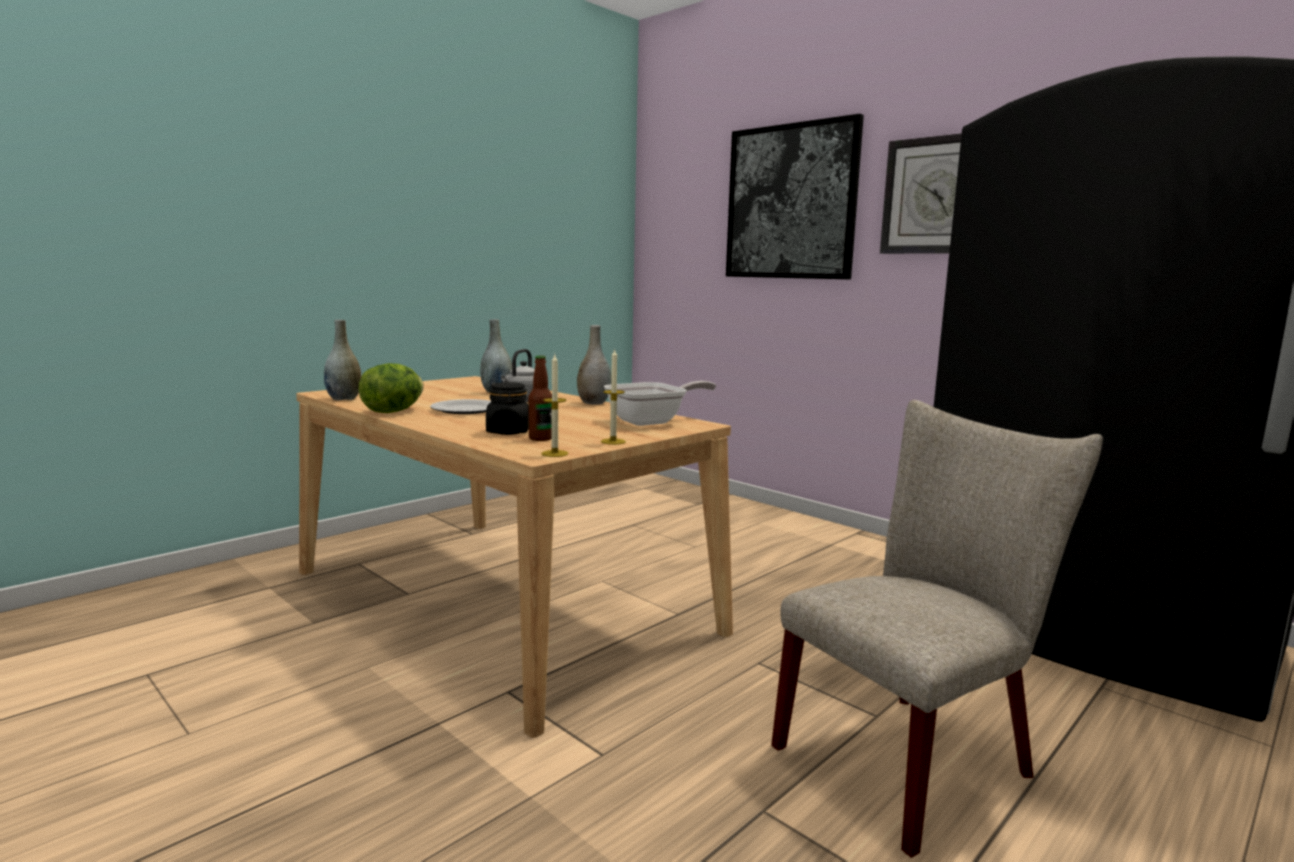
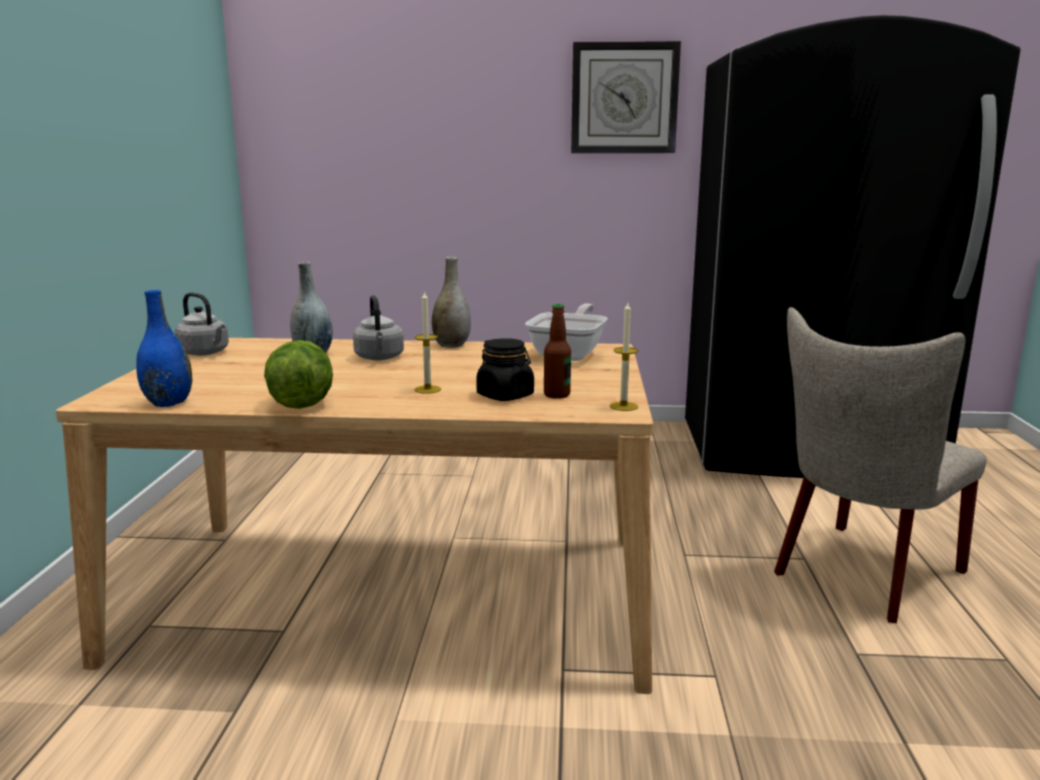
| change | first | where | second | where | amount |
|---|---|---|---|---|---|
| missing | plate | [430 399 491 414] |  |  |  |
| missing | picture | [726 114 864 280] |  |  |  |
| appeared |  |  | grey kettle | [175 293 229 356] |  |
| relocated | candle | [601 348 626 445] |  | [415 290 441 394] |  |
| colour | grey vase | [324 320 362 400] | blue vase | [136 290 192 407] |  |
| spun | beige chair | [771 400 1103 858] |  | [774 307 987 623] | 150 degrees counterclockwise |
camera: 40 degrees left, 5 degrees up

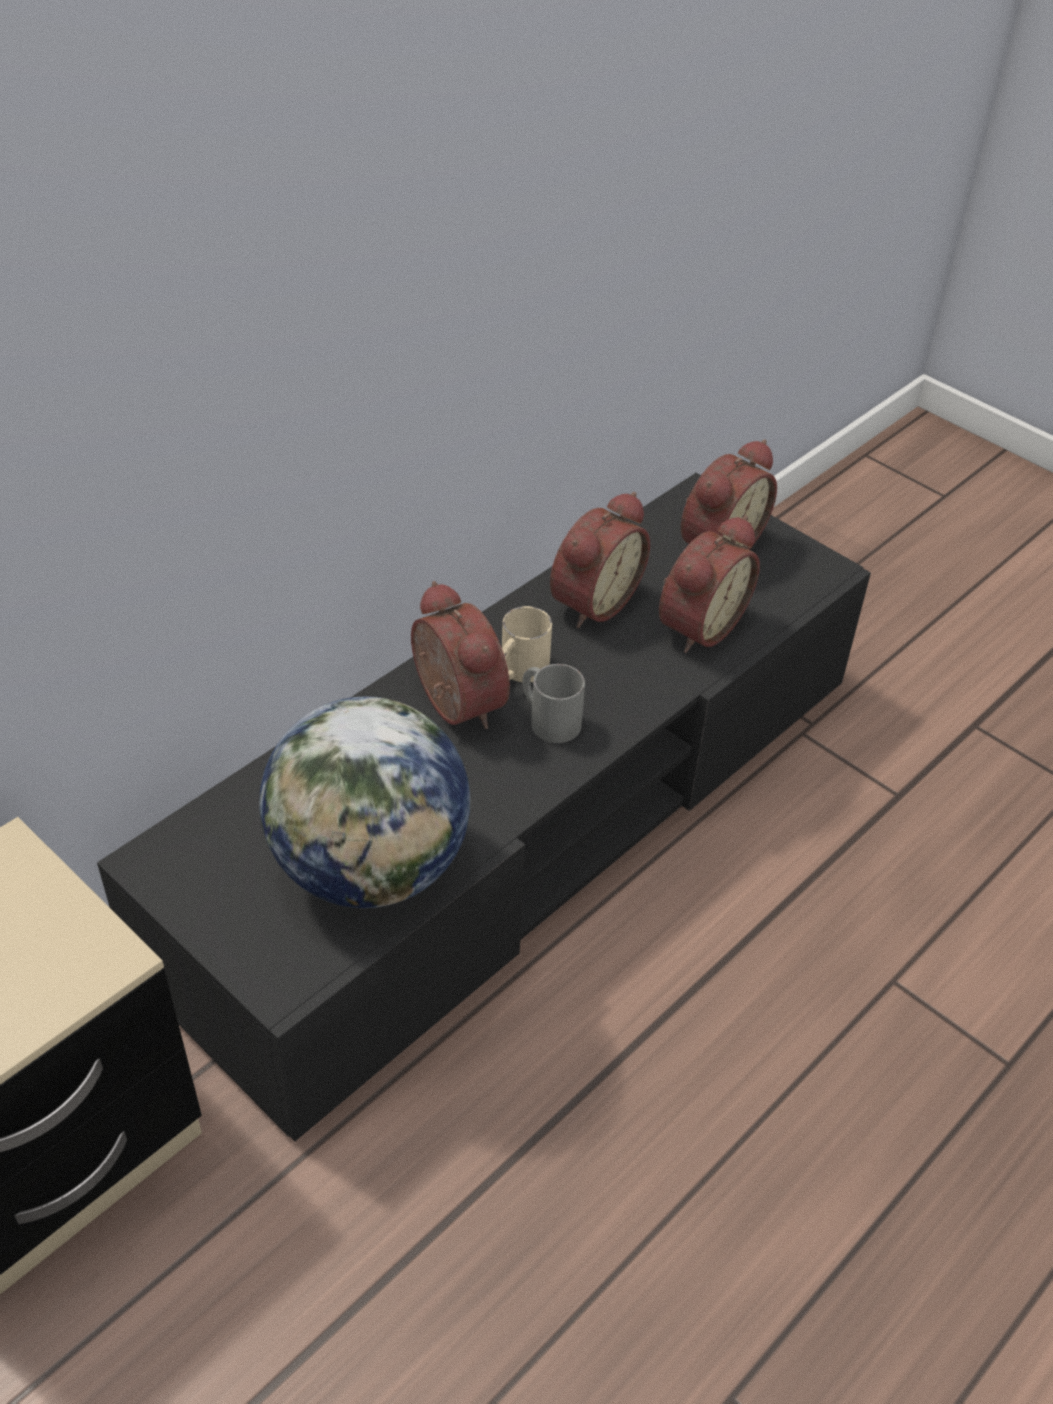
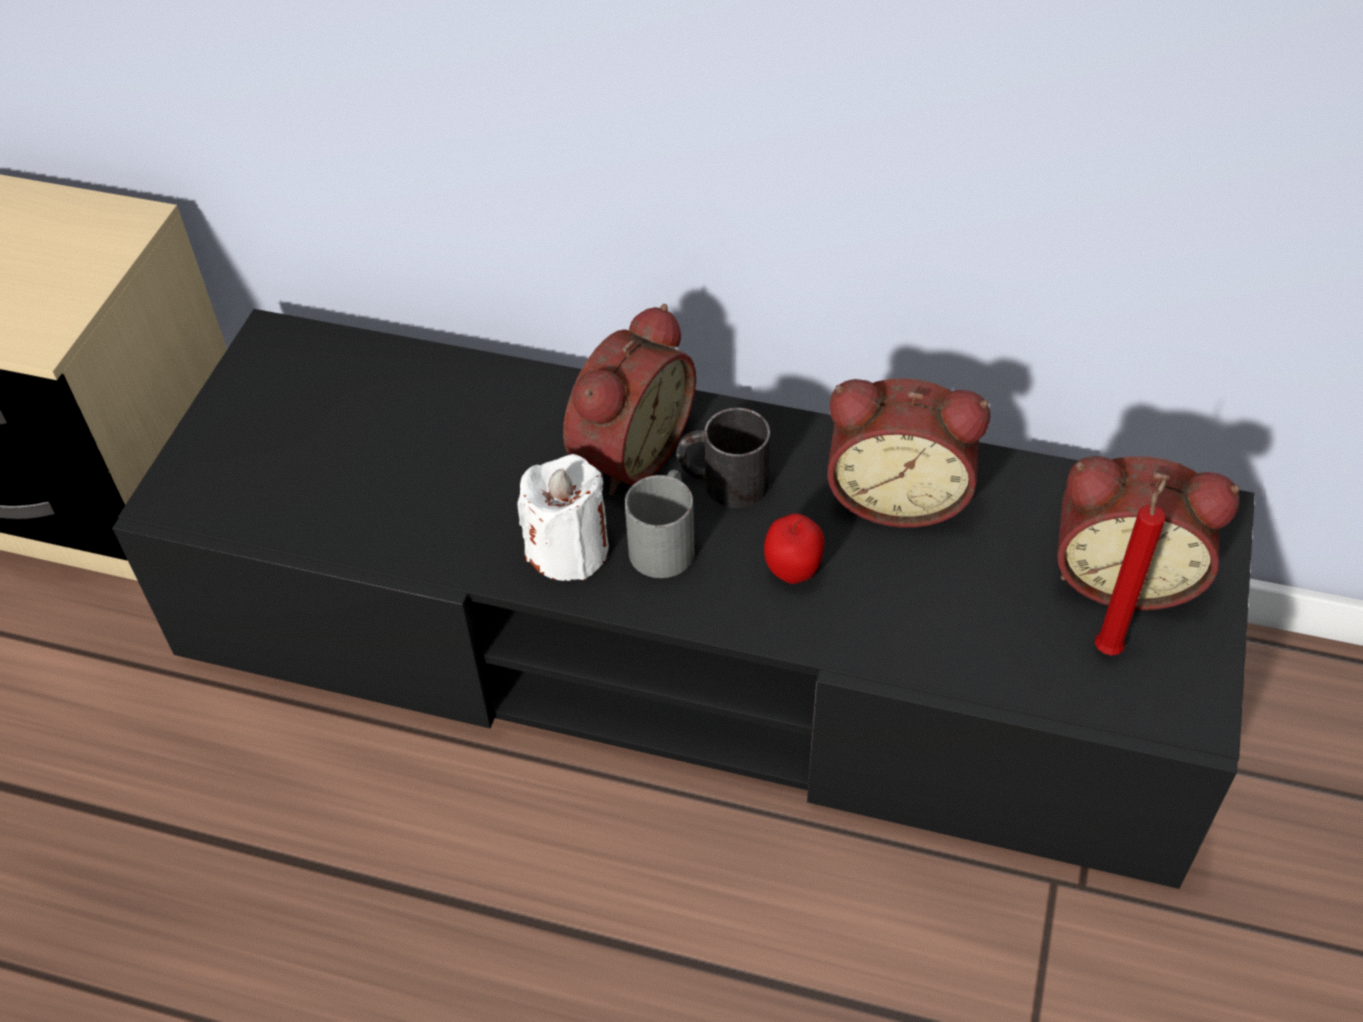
| change | first | where | second | where | amount |
|---|---|---|---|---|---|
| missing | globe | [259 696 471 908] |  |  |  |
| missing | alarm clock | [659 515 760 653] |  |  |  |
| appeared |  |  | white candle | [517 454 609 581] |  |
| appeared |  |  | apple | [764 513 824 584] |  |
| appeared |  |  | red candle | [1095 478 1167 655] |  |
| colour | beige mug | [502 606 552 682] | black mug | [676 408 771 508] |  |
camera: 65 degrees right, 5 degrees up

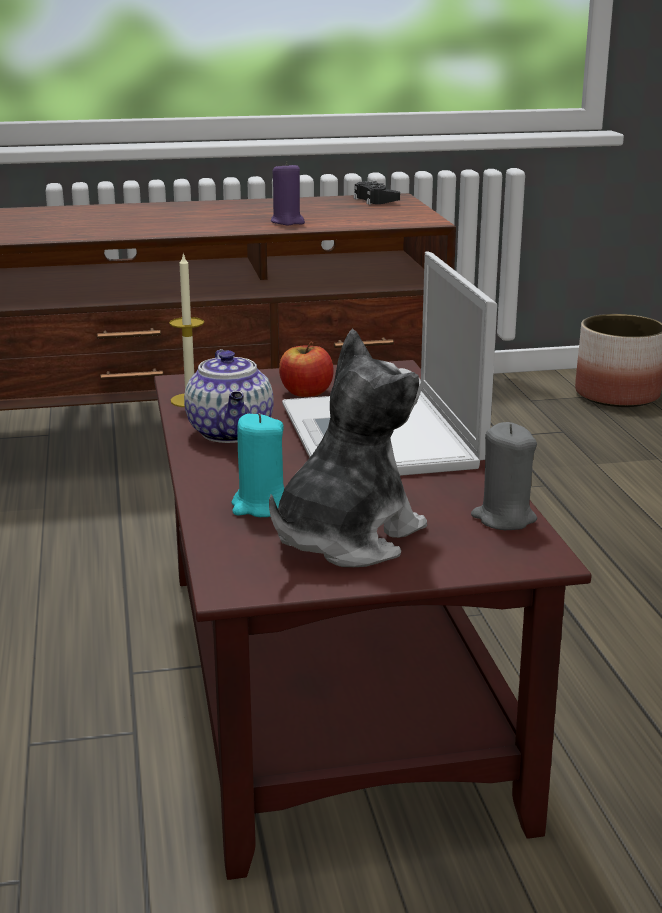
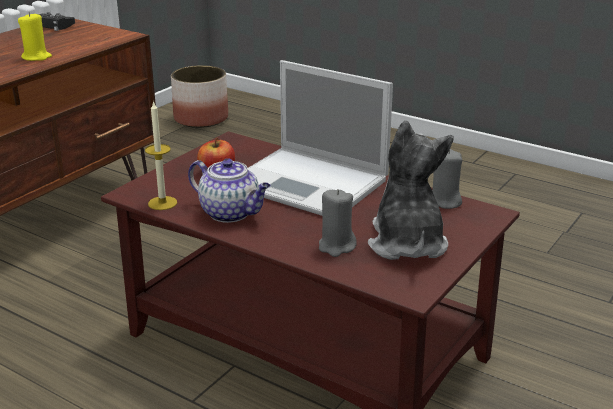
| change | first | where | second | where | amount |
|---|---|---|---|---|---|
| colour | turquoise candle | [231 413 284 517] | grey candle | [319 189 357 257] |  |
| colour | purple candle | [271 161 305 225] | yellow candle | [18 12 52 61] |  |
camera: 45 degrees left, 5 degrees up

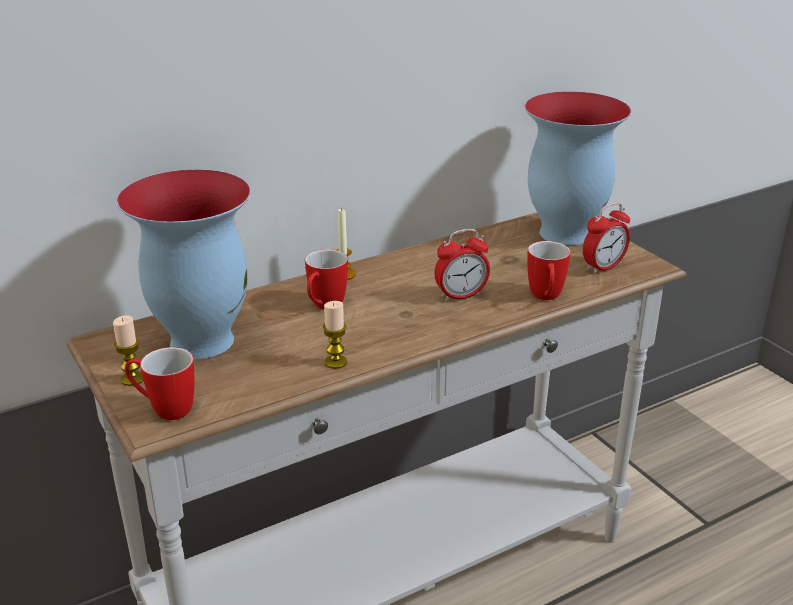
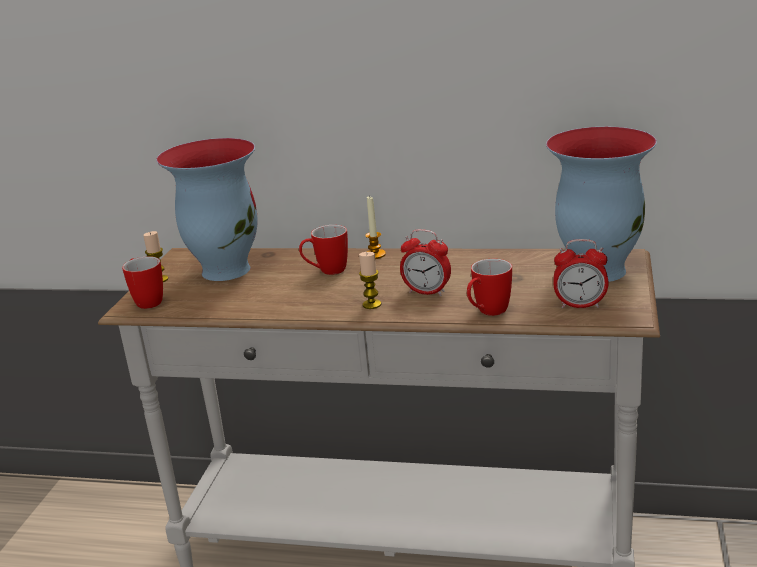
| change | first | where | second | where | amount |
|---|---|---|---|---|---|
| relocated | candle | [323 301 347 369] |  | [359 252 381 309] |  |
camera: 45 degrees right, 5 degrees down

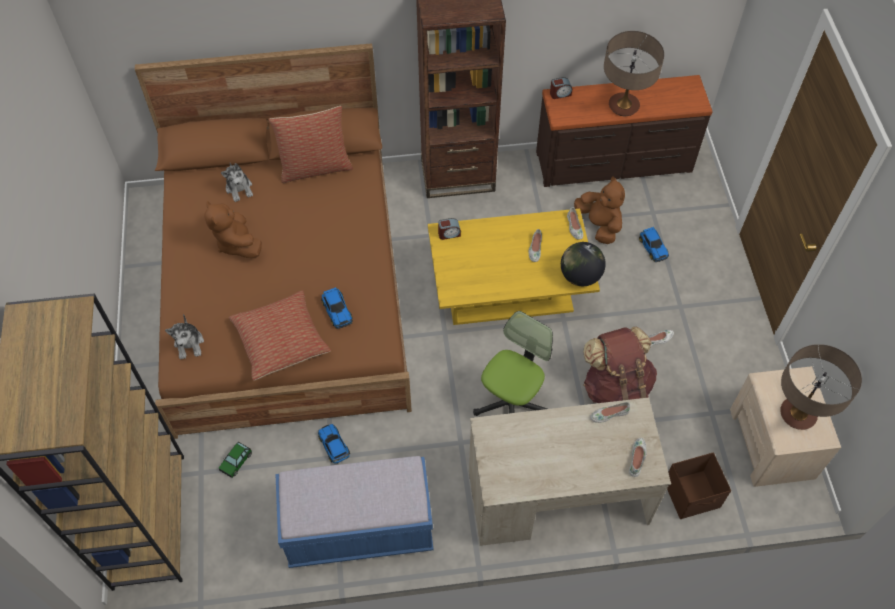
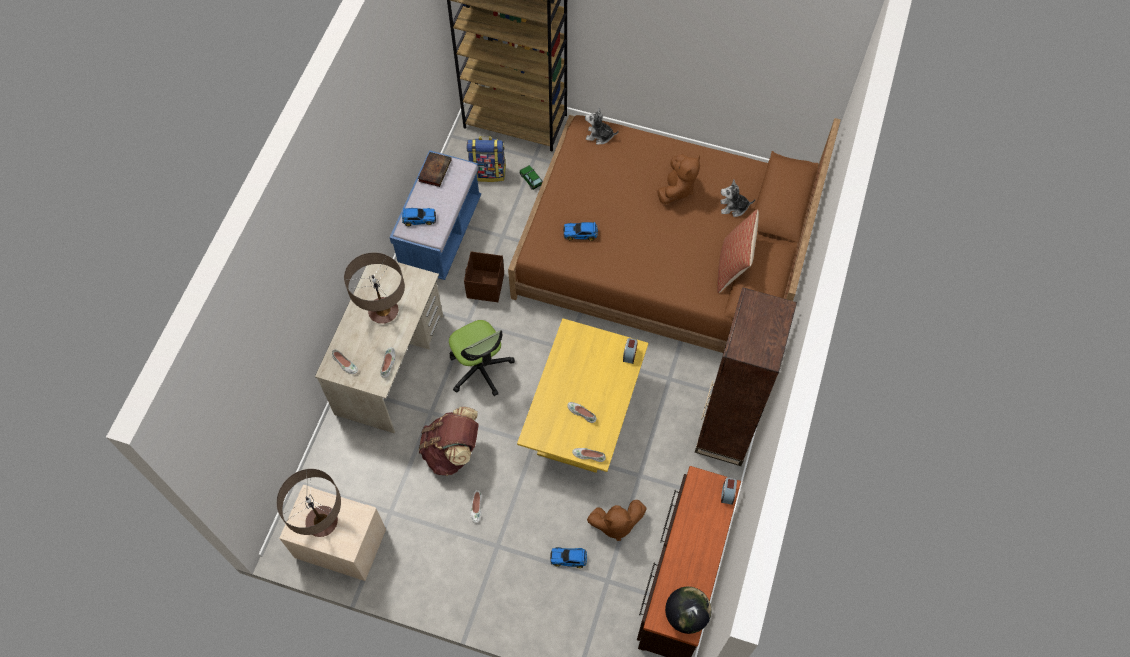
| change | first | where | second | where | amount |
|---|---|---|---|---|---|
| missing | pillow | [229 290 331 381] |  |  |  |
| appeared |  |  | book | [418 152 452 187] |  |
| appeared |  |  | backpack | [466 136 506 182] |  |
| relocated | toy car | [318 424 350 464] |  | [402 208 436 226] |  |
| relocated | globe | [561 242 606 286] |  | [665 587 711 634] |  |
| relocated | table lamp | [604 31 664 116] |  | [344 253 405 324] |  |
| relocated | brown storage box | [667 453 731 519] |  | [464 251 504 302] |  |
| spun | brown plush toy | [204 201 262 258] |  | [657 154 700 204] | 120 degrees clockwise |
camera: 115 degrees right, 5 degrees up

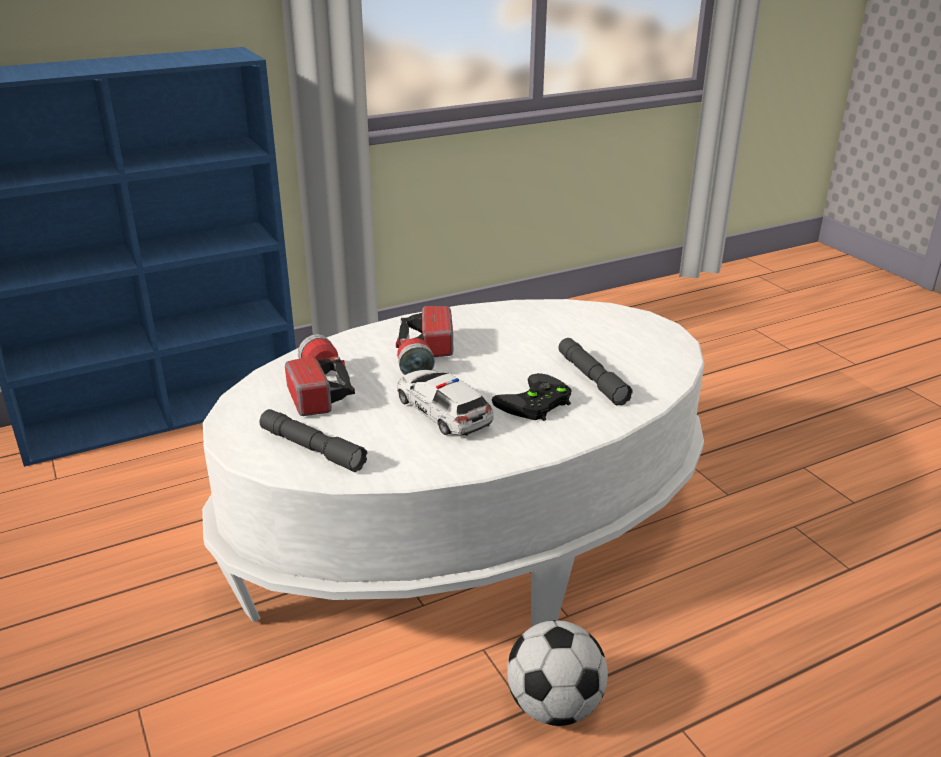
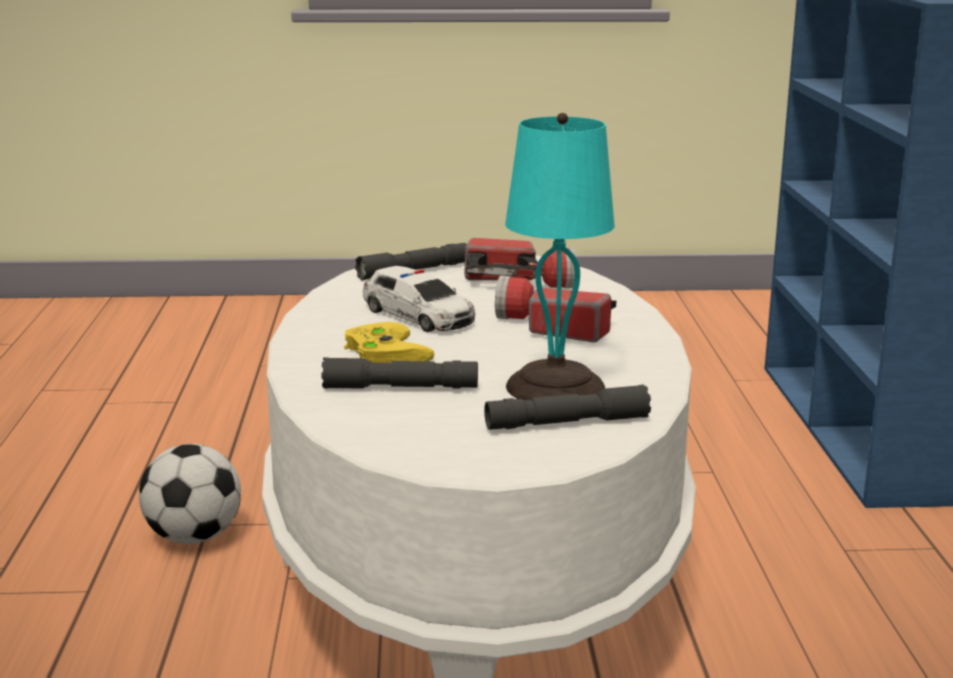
| change | first | where | second | where | amount |
|---|---|---|---|---|---|
| appeared |  |  | grey flashlight | [484 384 651 430] |  |
| appeared |  |  | turquoise table lamp | [505 113 615 400] |  |
| colour | black game controller | [492 373 572 421] | yellow game controller | [344 322 435 363] |  |
| spun | toy car | [397 370 494 436] |  | [363 266 475 332] | 60 degrees clockwise |
camera: 115 degrees right, 10 degrees down

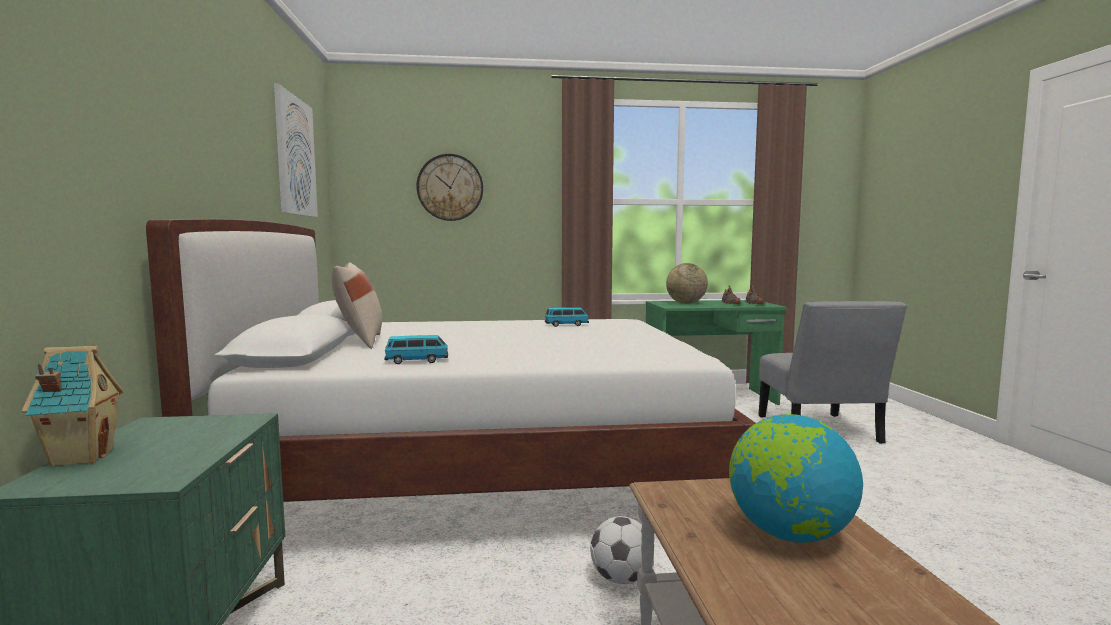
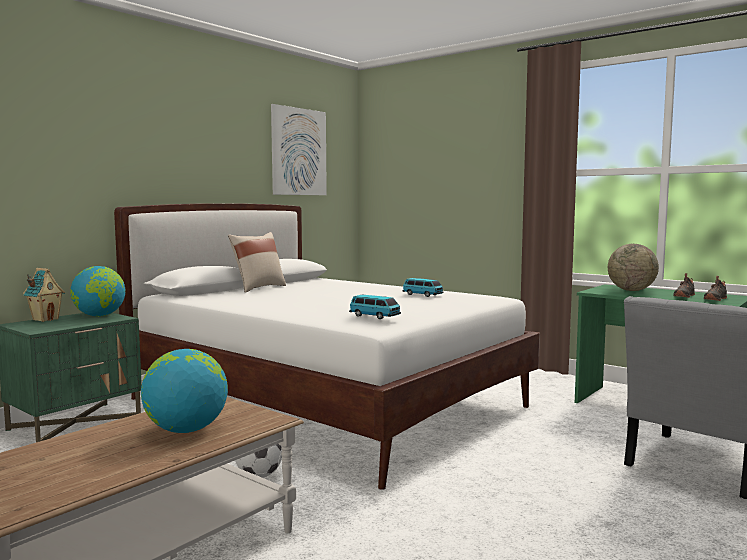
| change | first | where | second | where | amount |
|---|---|---|---|---|---|
| missing | wall clock | [417 154 483 221] |  |  |  |
| appeared |  |  | globe | [70 266 125 316] |  |
| relocated | toy car | [385 335 448 364] |  | [349 295 401 319] |  |
camera: 45 degrees right, 0 degrees up

